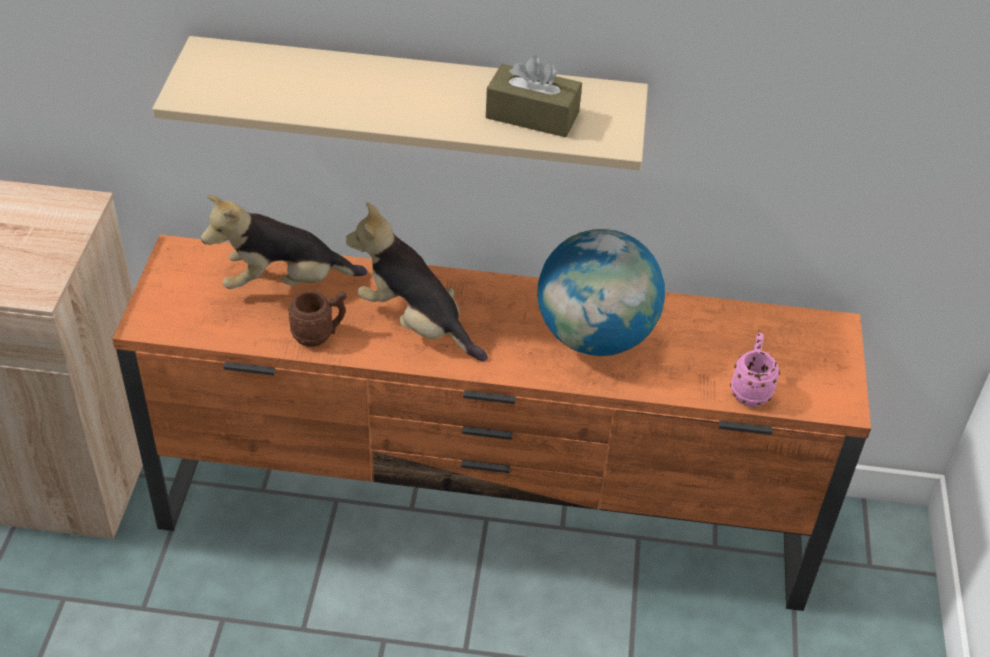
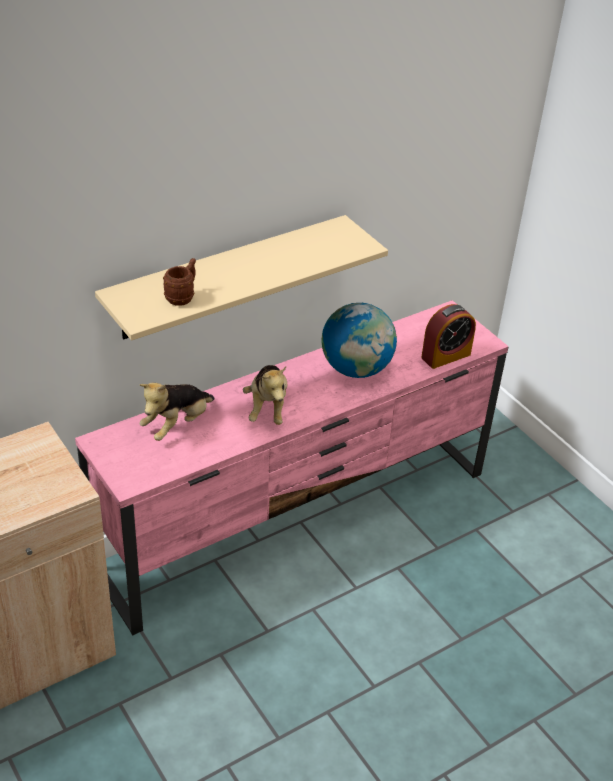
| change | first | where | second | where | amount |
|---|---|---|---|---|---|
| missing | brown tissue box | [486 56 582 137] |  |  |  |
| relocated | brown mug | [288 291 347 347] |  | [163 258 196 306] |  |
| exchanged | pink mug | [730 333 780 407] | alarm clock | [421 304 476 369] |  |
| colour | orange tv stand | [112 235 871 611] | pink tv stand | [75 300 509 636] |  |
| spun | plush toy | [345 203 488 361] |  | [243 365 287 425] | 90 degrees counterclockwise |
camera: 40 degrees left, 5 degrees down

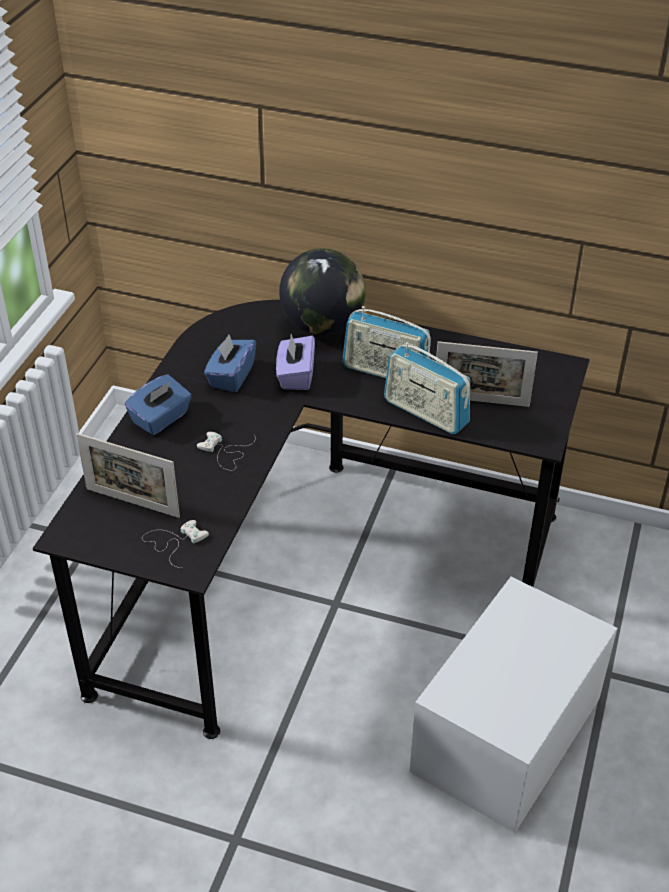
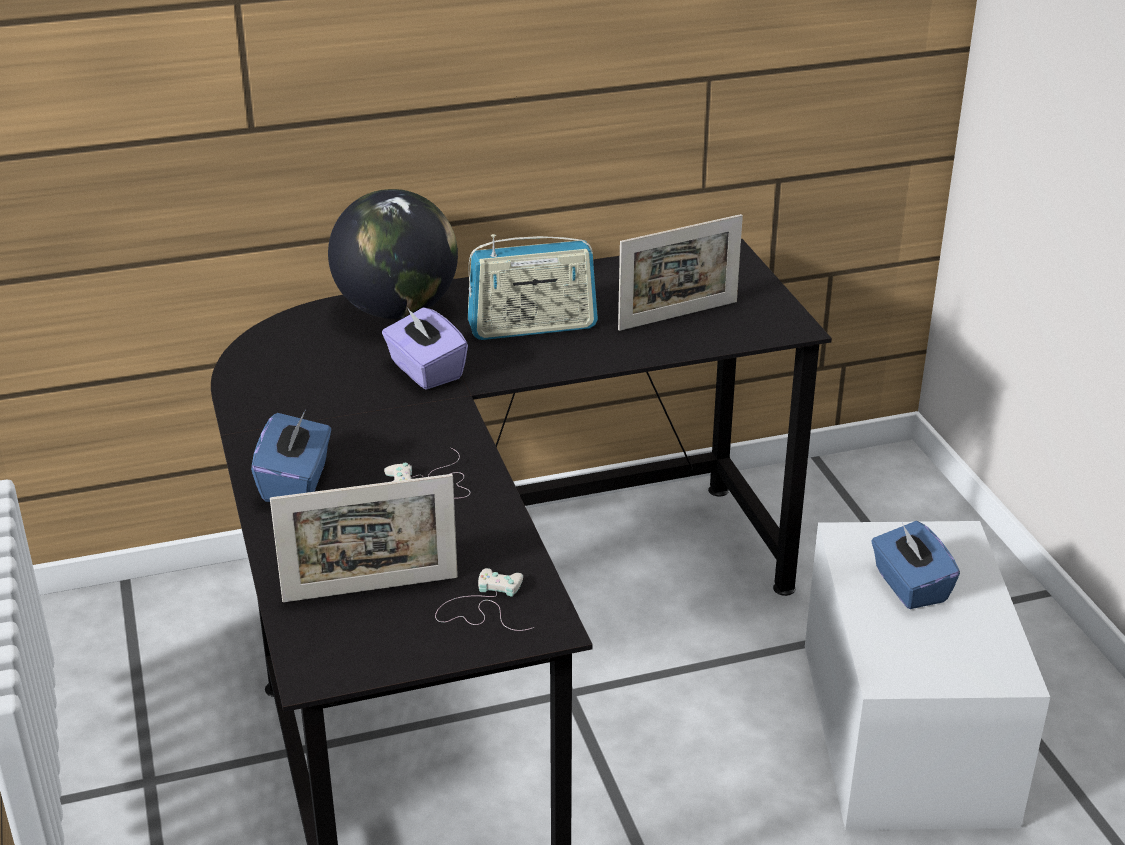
| change | first | where | second | where | amount |
|---|---|---|---|---|---|
| missing | radio | [384 342 470 434] |  |  |  |
| relocated | blue tissue box | [204 335 256 392] |  | [871 521 960 609] |  |
camera: 35 degrees left, 10 degrees down

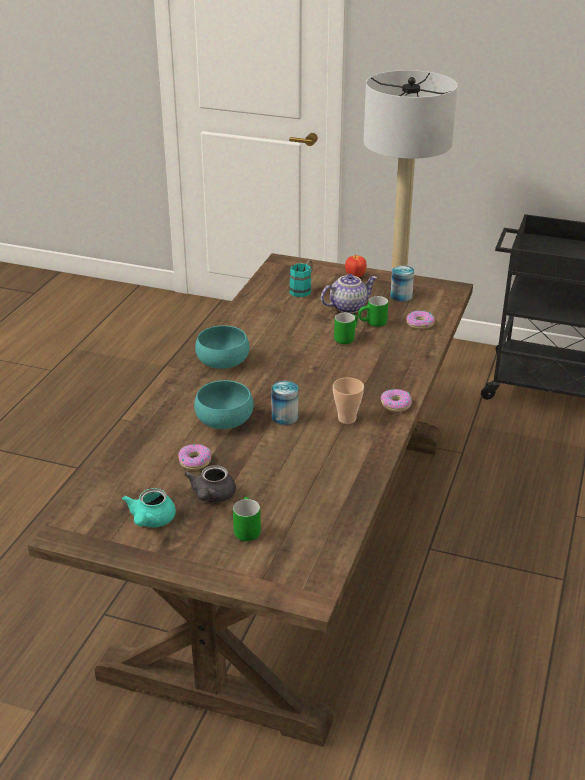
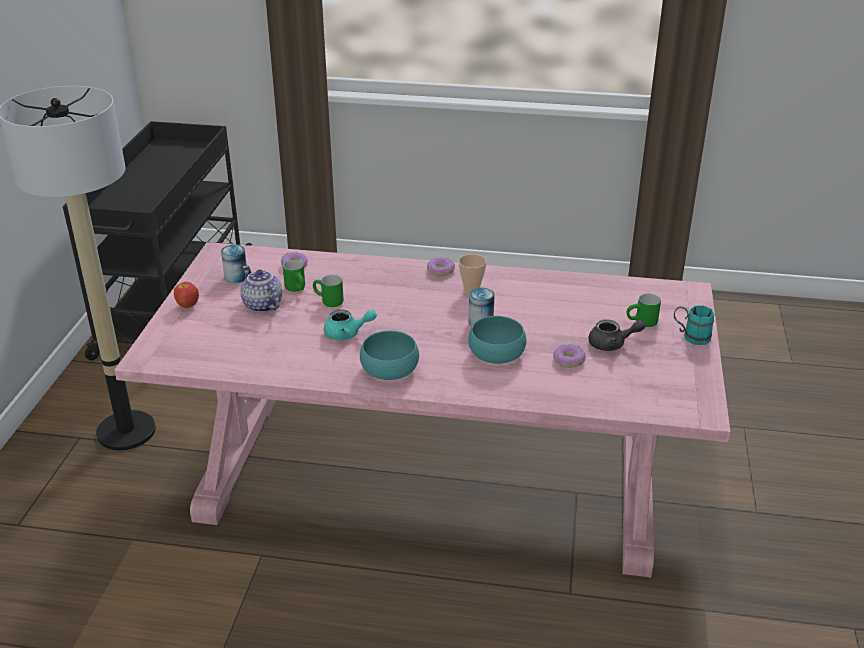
| change | first | where | second | where | amount |
|---|---|---|---|---|---|
| relocated | turquoise teapot | [122 488 176 527] |  | [324 309 377 340] |  |
| relocated | turquoise mug | [289 260 313 297] |  | [674 306 714 345] |  |
| colour | brown dining table | [27 253 473 747] | pink dining table | [114 242 731 577] |  |
camera: 100 degrees left, 0 degrees up

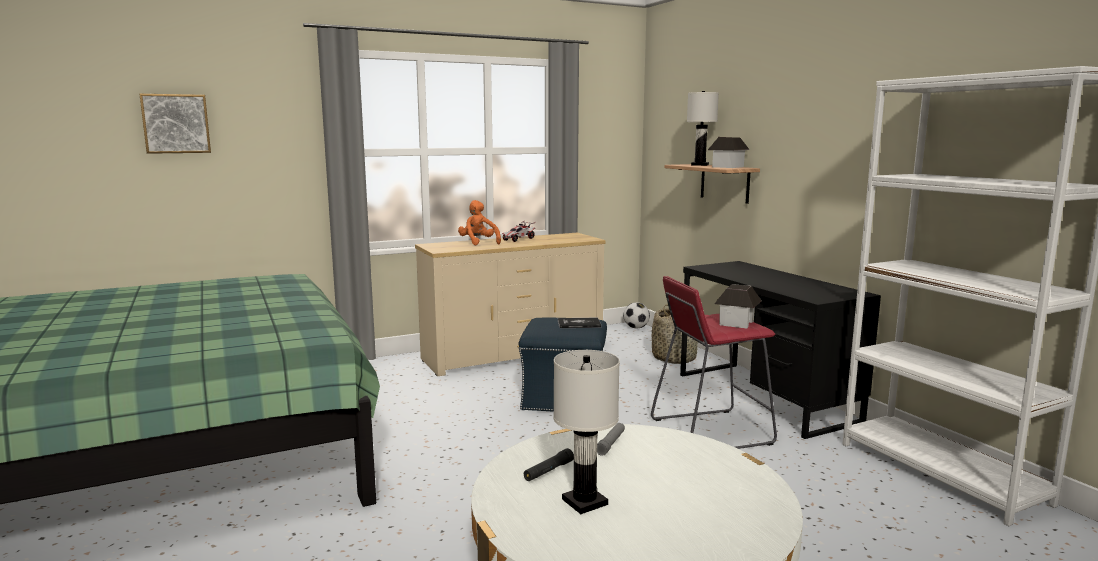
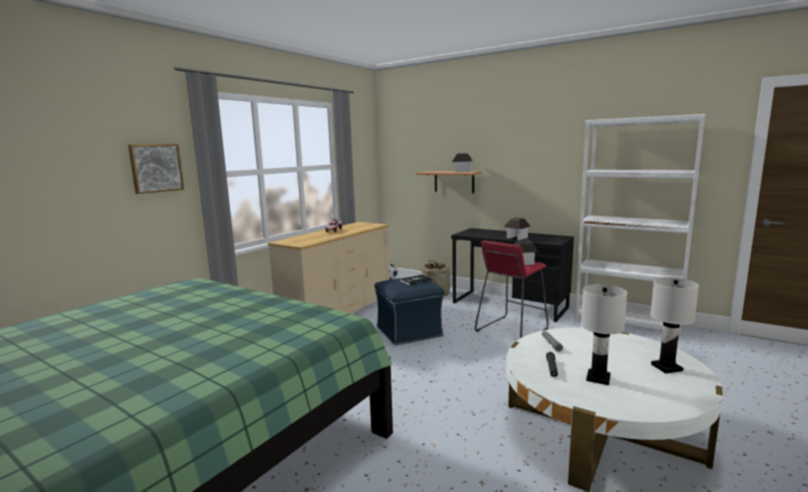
| change | first | where | second | where | amount |
|---|---|---|---|---|---|
| missing | orange plush toy | [458 200 501 245] |  |  |  |
| appeared |  |  | toy house | [504 218 530 240] |  |
| relocated | picture | [140 94 211 154] |  | [128 144 184 194] |  |
| relocated | white table lamp | [687 91 719 166] |  | [650 277 699 374] |  |
camera: 30 degrees left, 0 degrees up

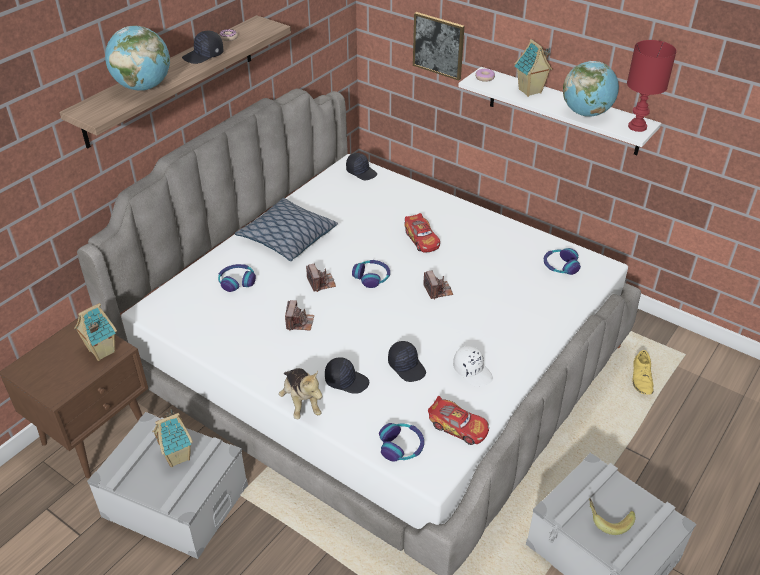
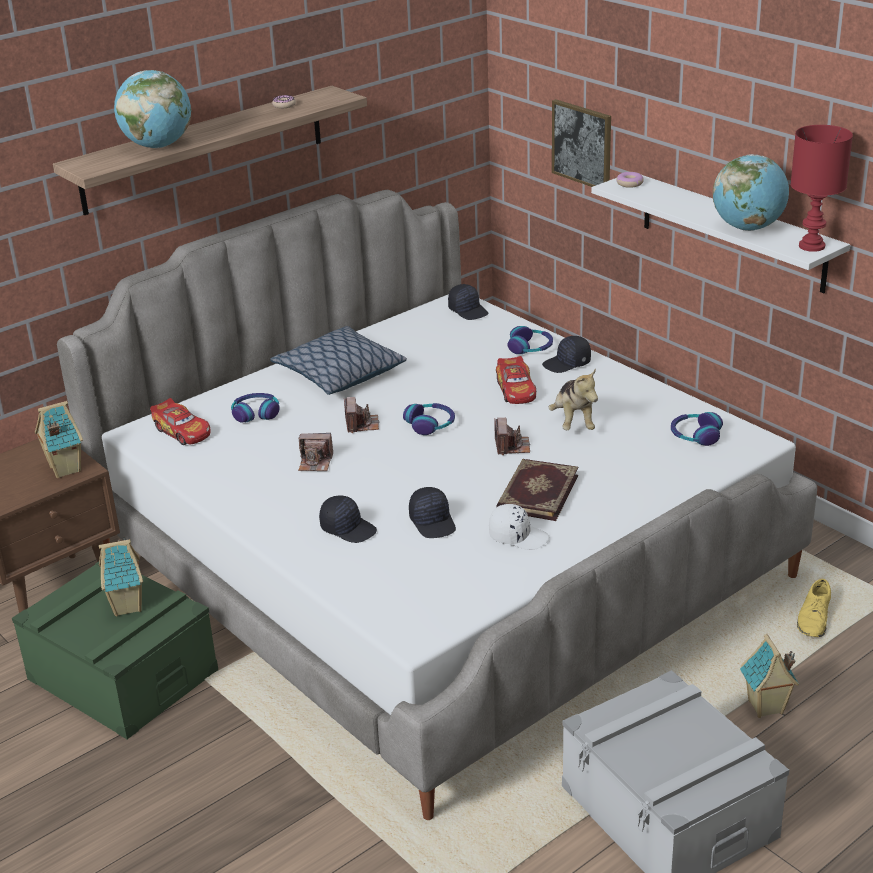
| change | first | where | second | where | amount |
|---|---|---|---|---|---|
| missing | banana | [589 498 636 535] |  |  |  |
| appeared |  |  | book | [496 459 578 521] |  |
| relocated | black cap | [182 31 224 64] |  | [542 336 591 373] |  |
| relocated | plush toy | [279 368 322 419] |  | [549 368 598 430] |  |
| relocated | headphones | [379 423 424 462] |  | [507 326 553 354] |  |
| relocated | toy car | [428 396 489 445] |  | [150 398 211 445] |  |
| relocated | toy house | [515 39 553 97] |  | [740 634 799 718] |  |
| colour | grey storage box | [87 412 248 559] | green storage box | [12 562 218 739] |  |
| spun | photo camera | [285 300 314 331] |  | [298 433 333 471] | 75 degrees clockwise |
| spun | white cap | [453 346 493 387] |  | [489 504 549 550] | 45 degrees counterclockwise |
camera: 15 degrees right, 10 degrees down

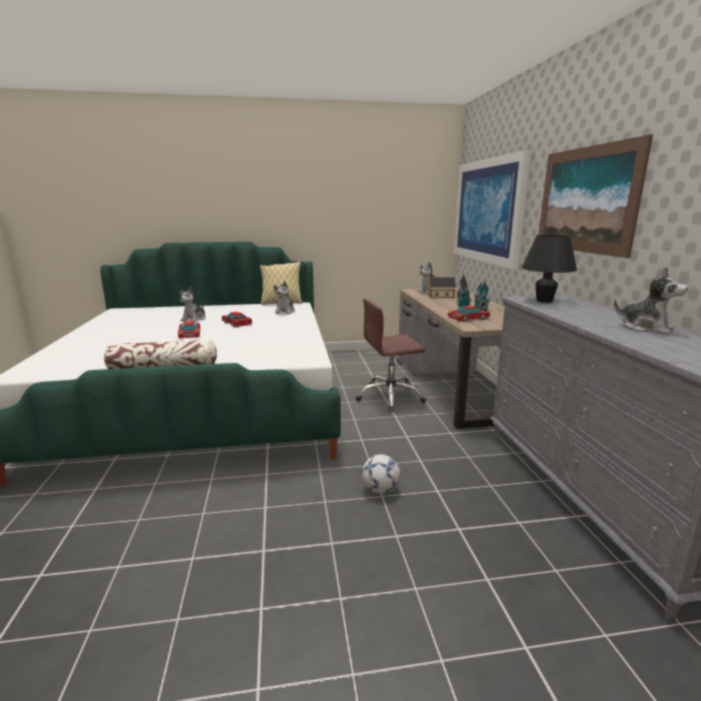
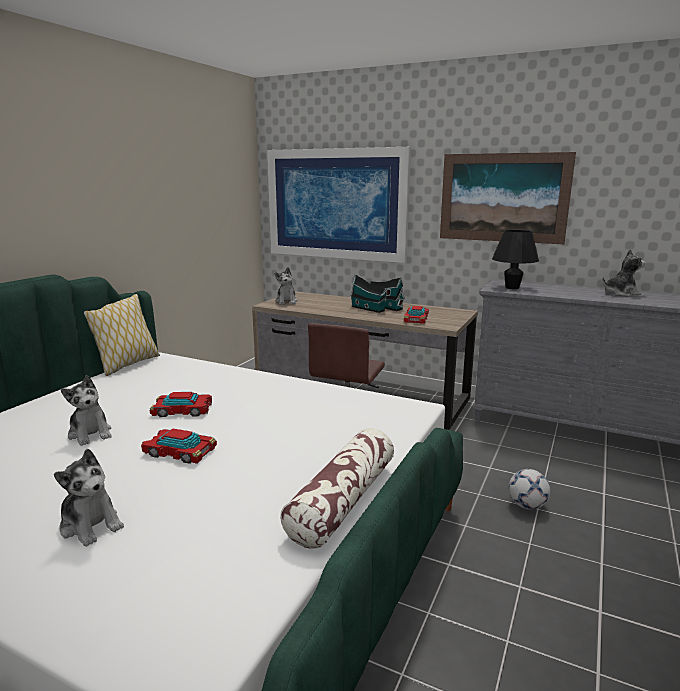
| change | first | where | second | where | amount |
|---|---|---|---|---|---|
| missing | toy house | [428 275 456 298] |  |  |  |
| relocated | plush toy | [273 281 295 314] |  | [54 449 124 547] |  |
camera: 55 degrees left, 0 degrees up

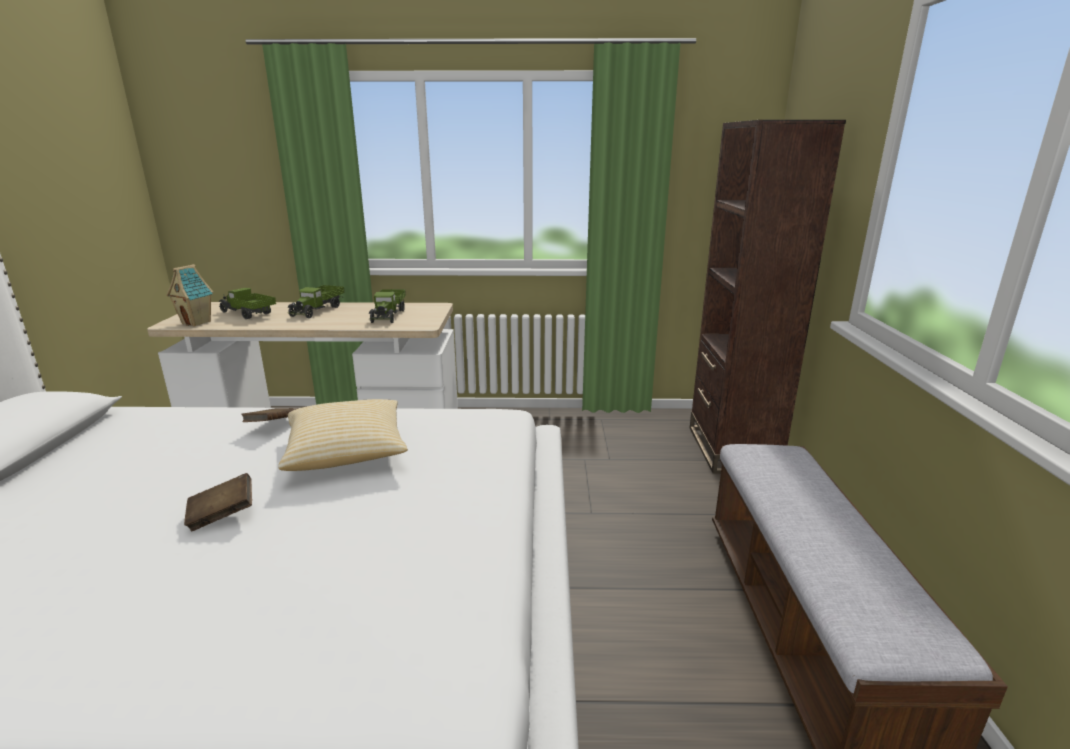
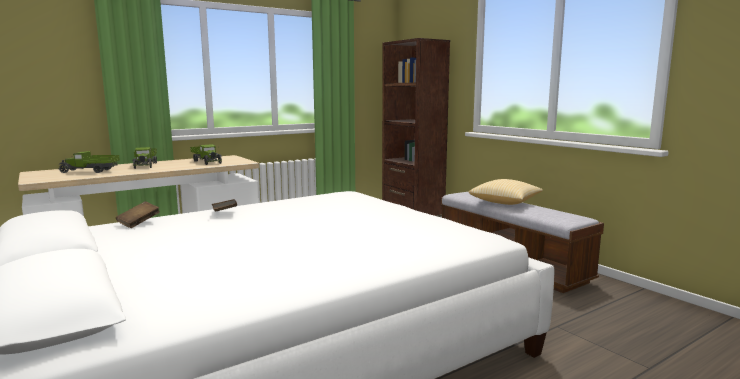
| change | first | where | second | where | amount |
|---|---|---|---|---|---|
| missing | toy house | [166 264 214 326] |  |  |  |
| relocated | brown book | [184 473 252 531] |  | [116 201 160 228] |  |
| relocated | pillow | [278 399 408 471] |  | [469 179 543 205] |  |
camera: 35 degrees left, 10 degrees down

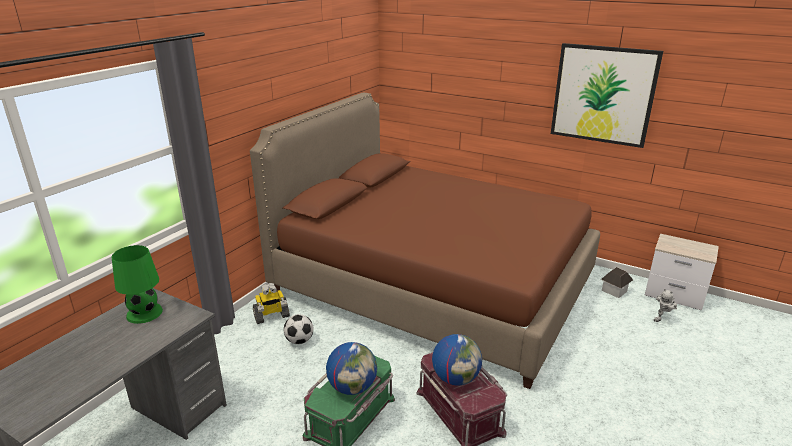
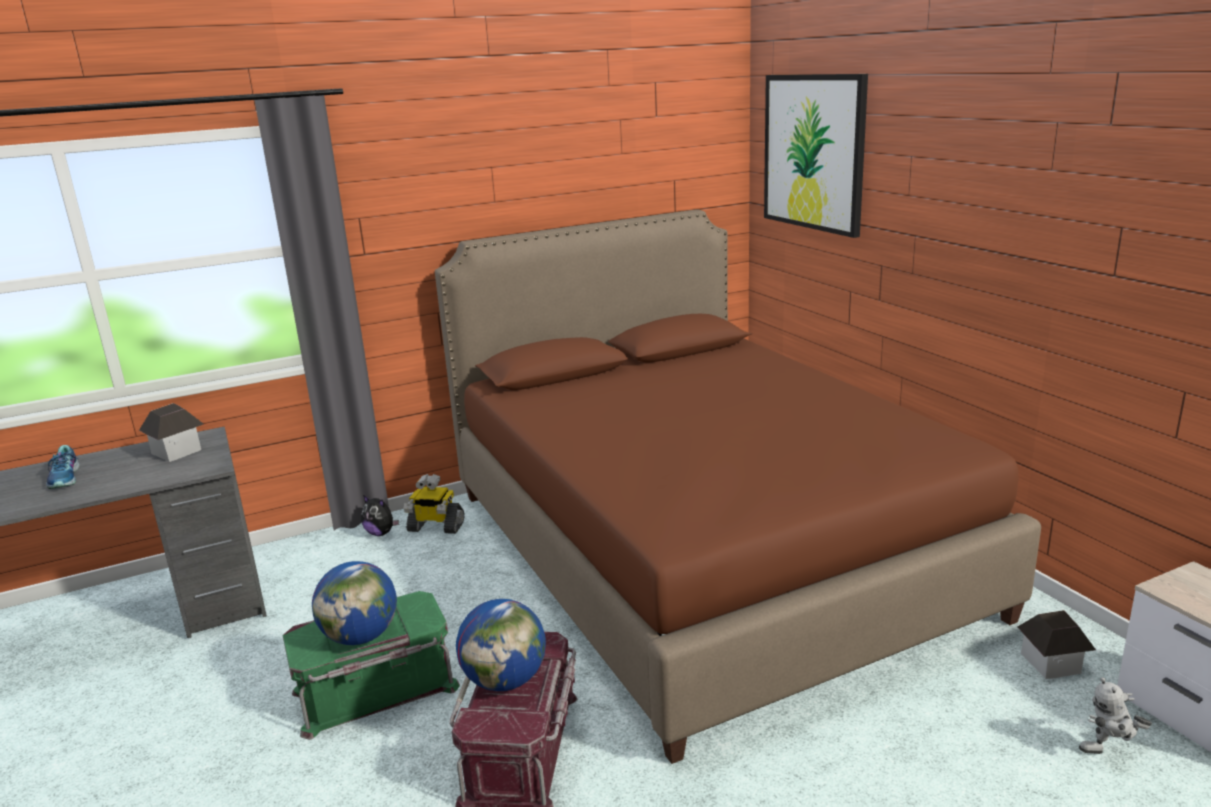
| change | first | where | second | where | amount |
|---|---|---|---|---|---|
| missing | football | [284 314 313 344] |  |  |  |
| appeared |  |  | shoe | [46 445 79 489] |  |
| appeared |  |  | plush toy | [361 495 399 536] |  |
| relocated | picture | [551 43 663 148] |  | [764 74 868 238] |  |
| exchanged | green table lamp | [112 245 163 324] | toy house | [139 403 203 462] |  |
camera: 35 degrees right, 5 degrees down

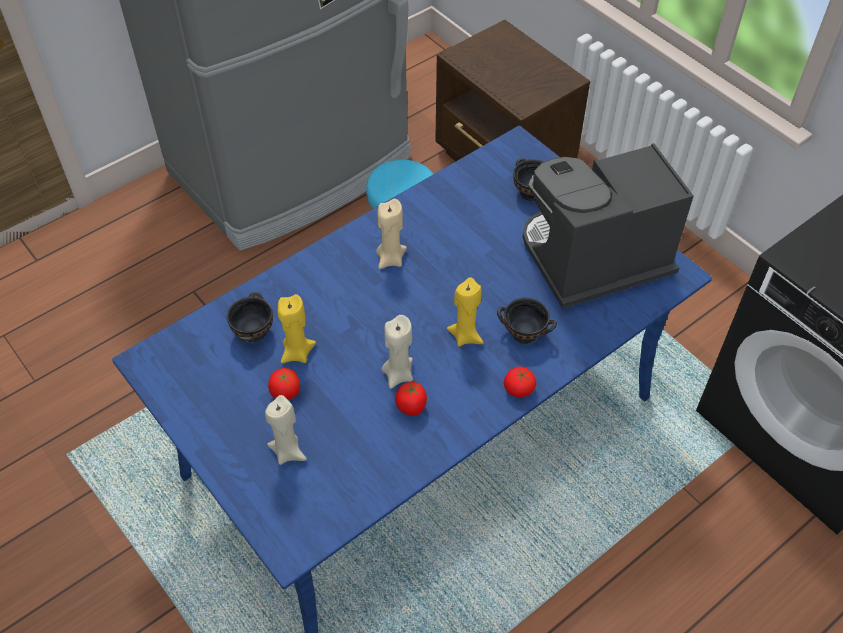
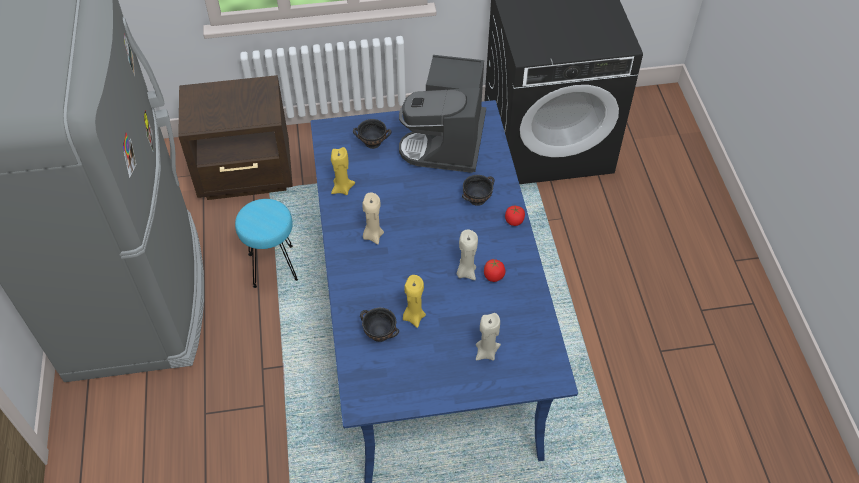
| change | first | where | second | where | amount |
|---|---|---|---|---|---|
| missing | tomato | [268 368 300 400] |  |  |  |
| relocated | yellow candle | [447 277 484 347] |  | [331 147 355 195] |  |
camera: 60 degrees left, 0 degrees up

